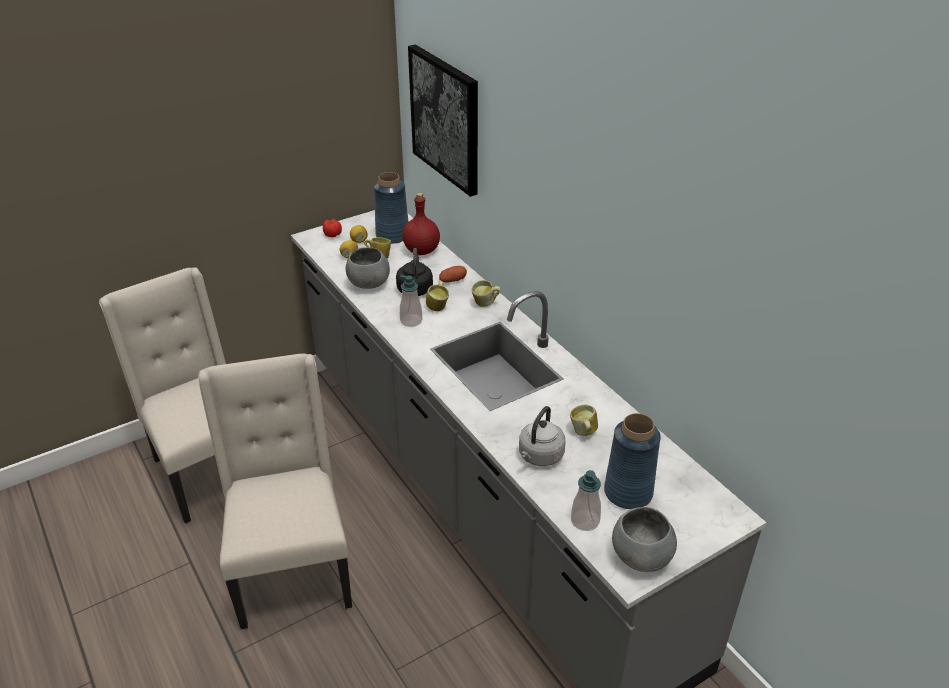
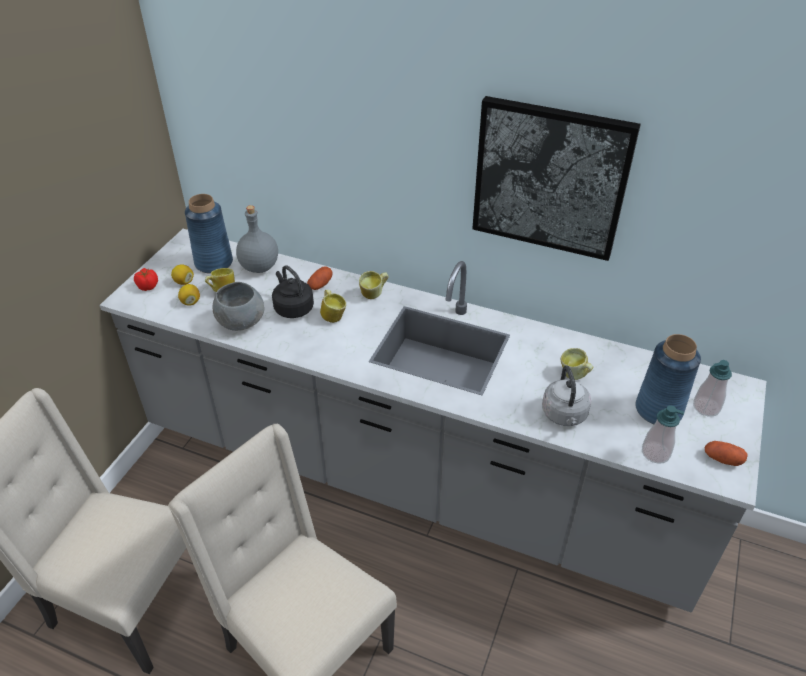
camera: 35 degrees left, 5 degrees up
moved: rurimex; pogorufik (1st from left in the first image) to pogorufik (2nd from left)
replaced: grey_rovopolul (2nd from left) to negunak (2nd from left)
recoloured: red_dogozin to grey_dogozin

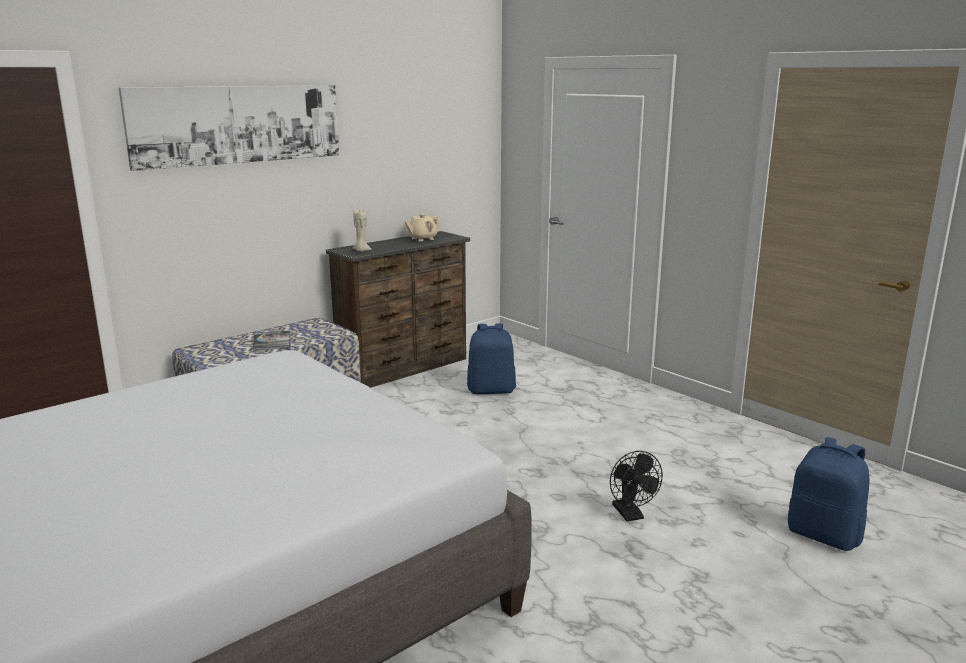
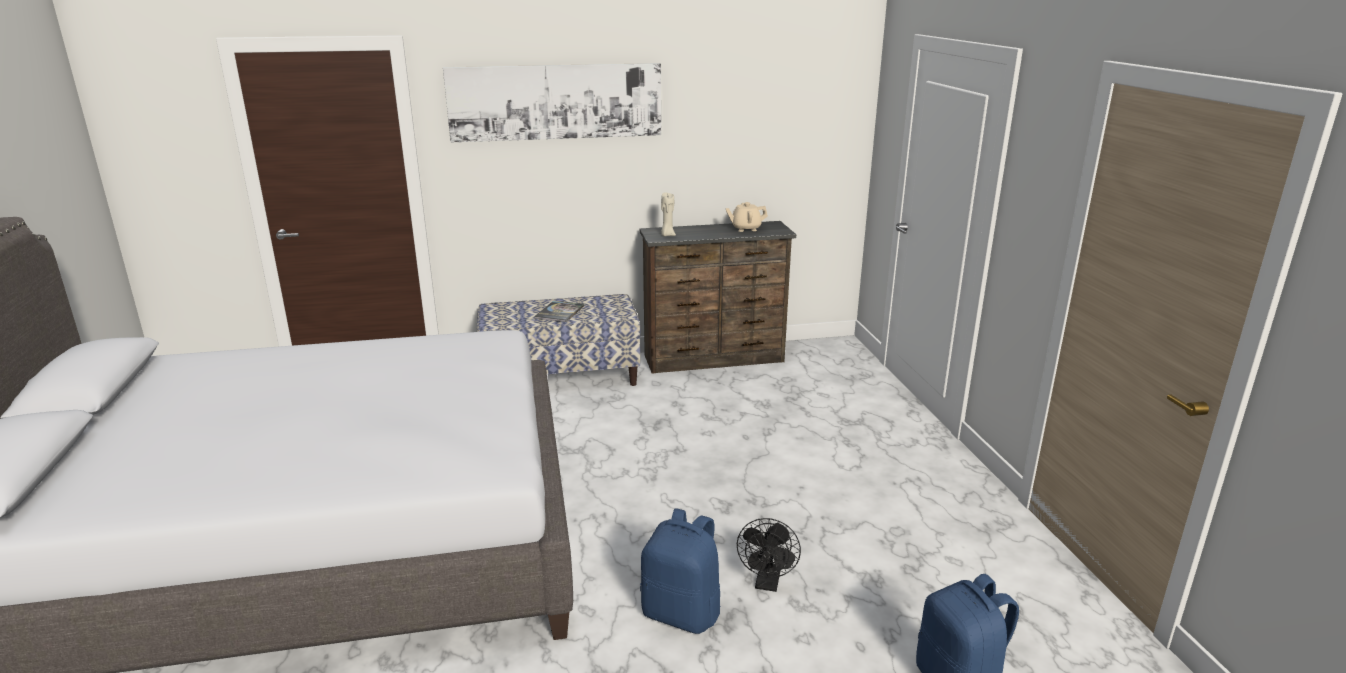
camera: 30 degrees right, 5 degrees up
moved: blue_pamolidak (1st from left)

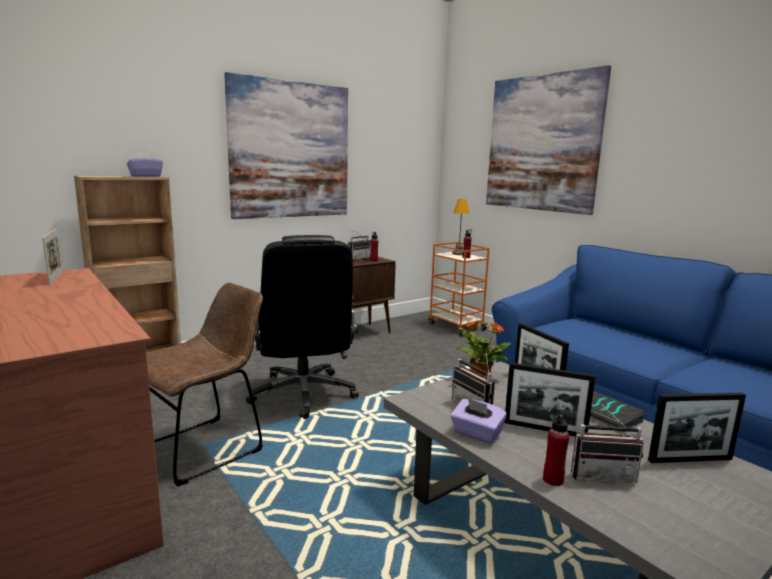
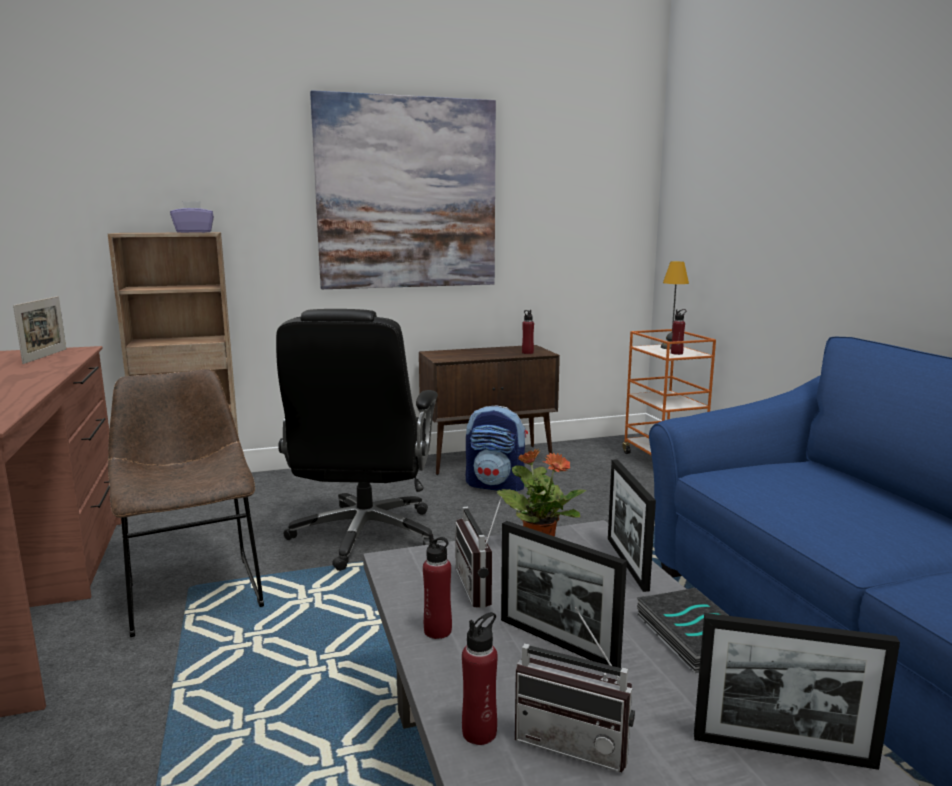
camera: 20 degrees right, 0 degrees up
removed: rurimex (2nd from left); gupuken (1st from left)
added: pamolidak
replaced: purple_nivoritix (2nd from left) to red_dogozin (1st from left)
turned: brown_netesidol 90 degrees counterclockwise

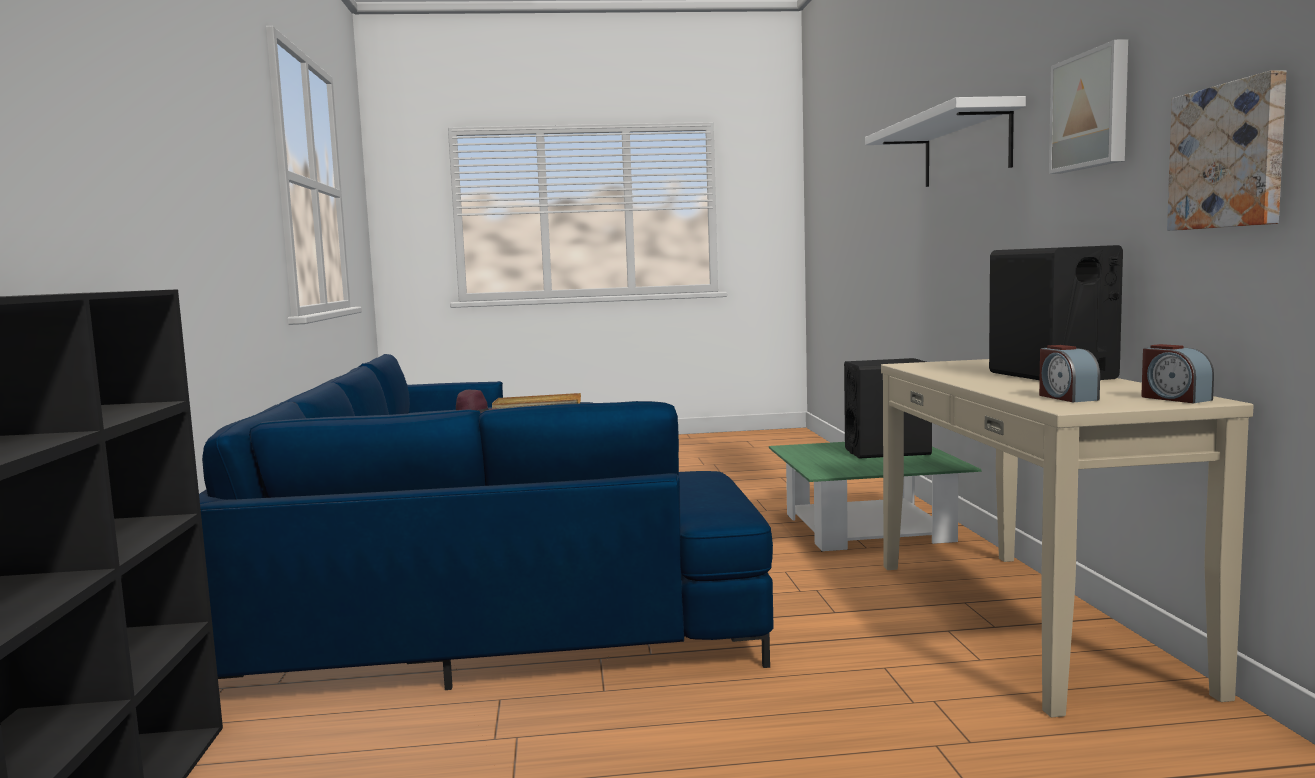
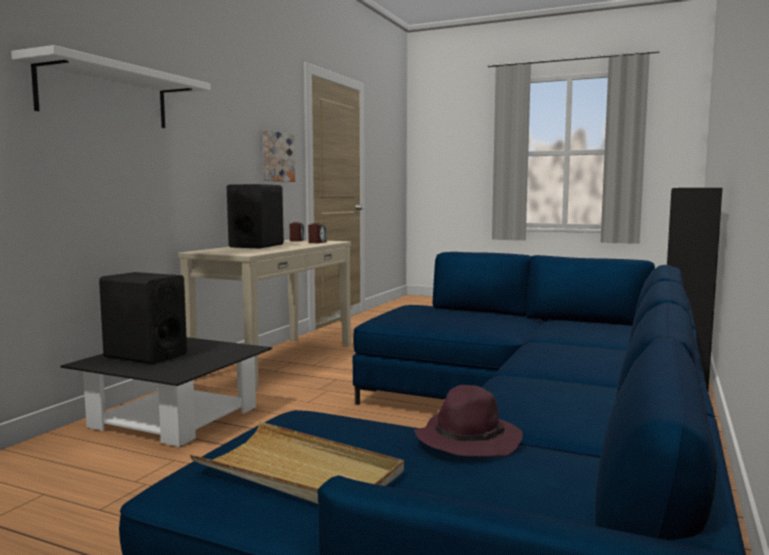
camera: 150 degrees left, 0 degrees up
removed: rurimex (1st from left)
recoloured: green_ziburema to black_ziburema

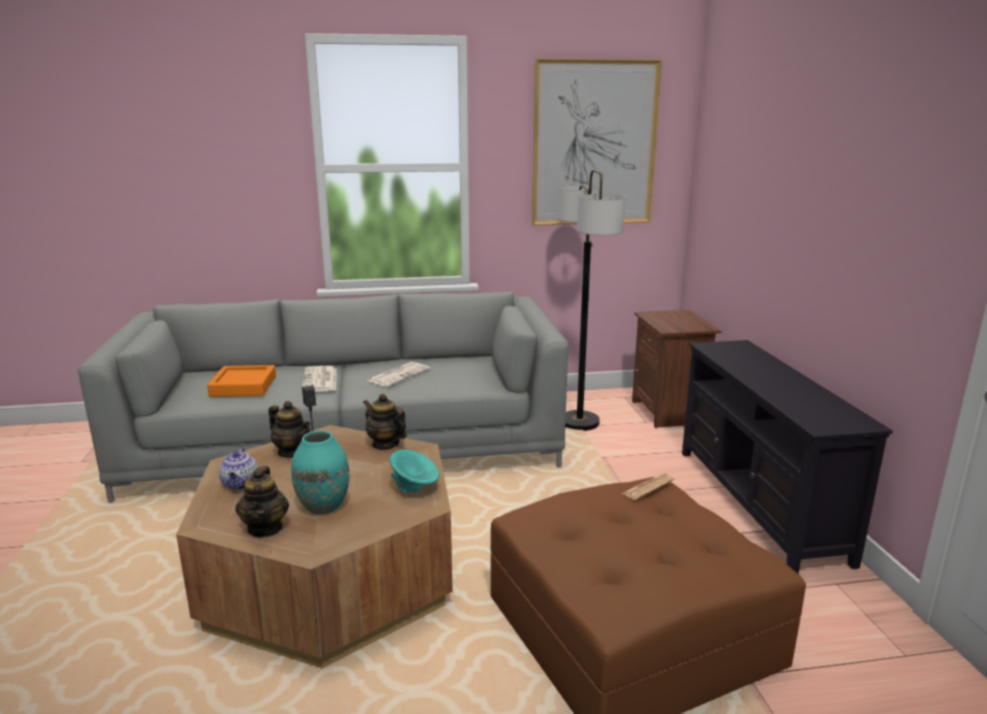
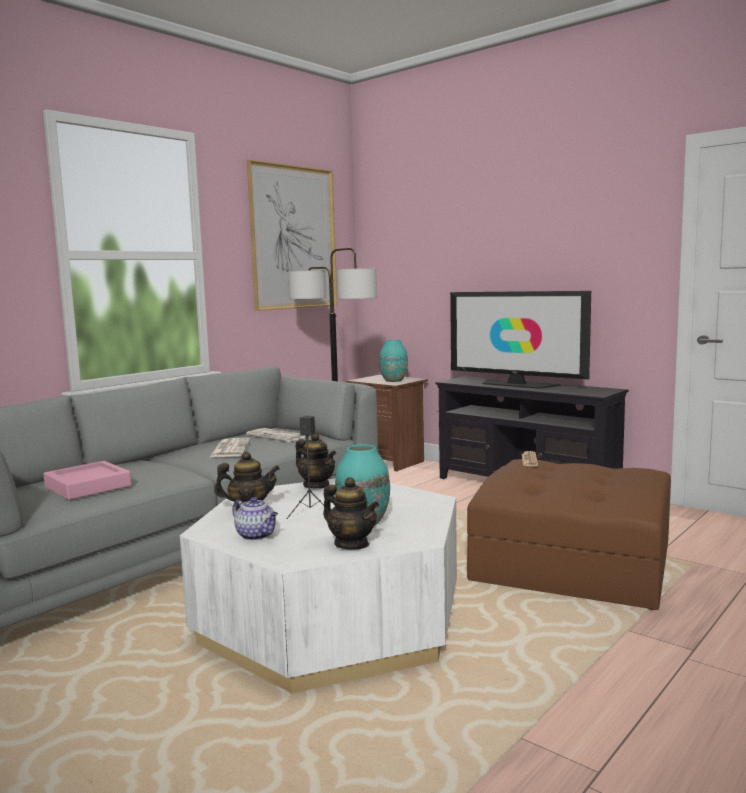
camera: 40 degrees left, 10 degrees down
removed: turquoise_rovopolul
added: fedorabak; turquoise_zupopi (2nd from left)
moved: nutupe (1st from left in the first image) to nutupe (2nd from left)
recoloured: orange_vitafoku to pink_vitafoku; brown_ziburema to white_ziburema
turned: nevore (4th from left in the first image) 135 degrees counterclockwise

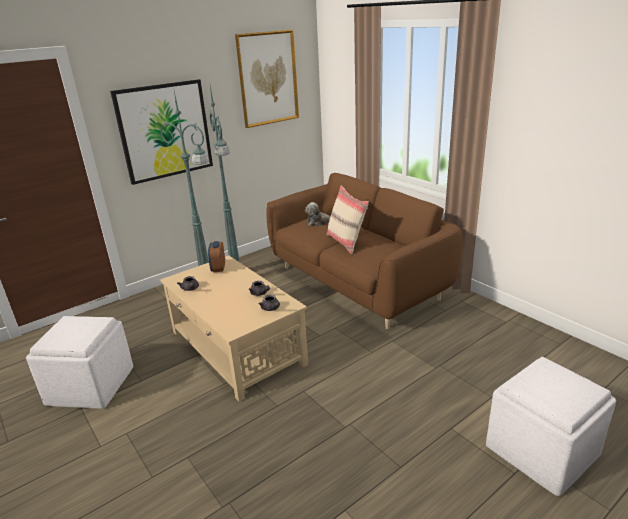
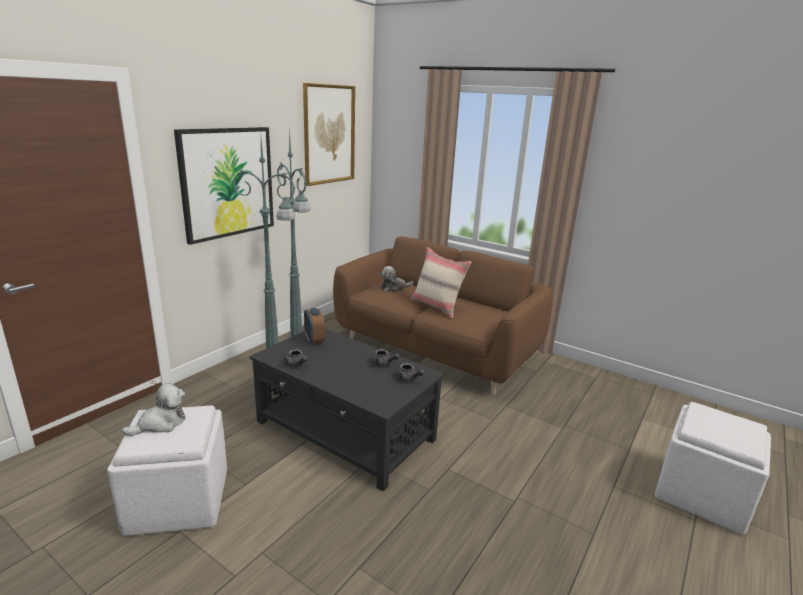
camera: 20 degrees left, 5 degrees down
added: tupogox (1st from left)
recoloured: beige_ziburema to black_ziburema

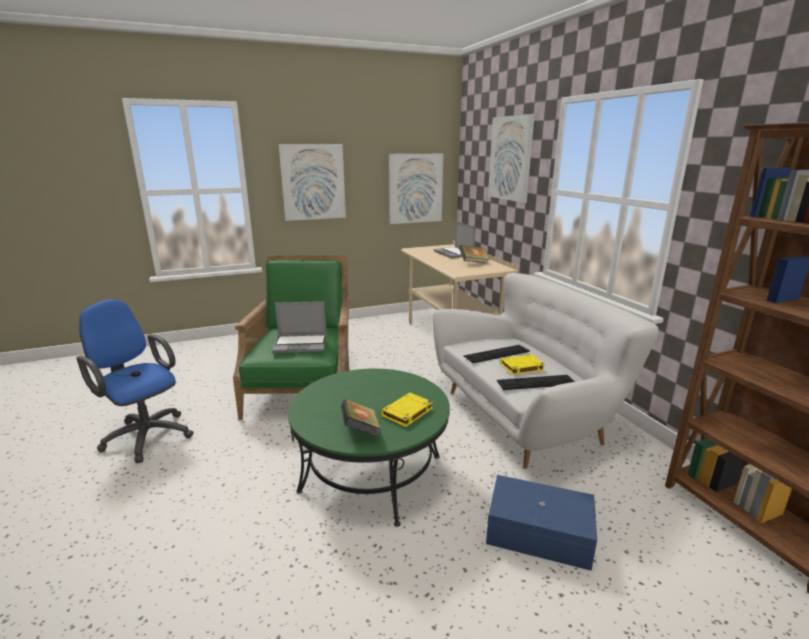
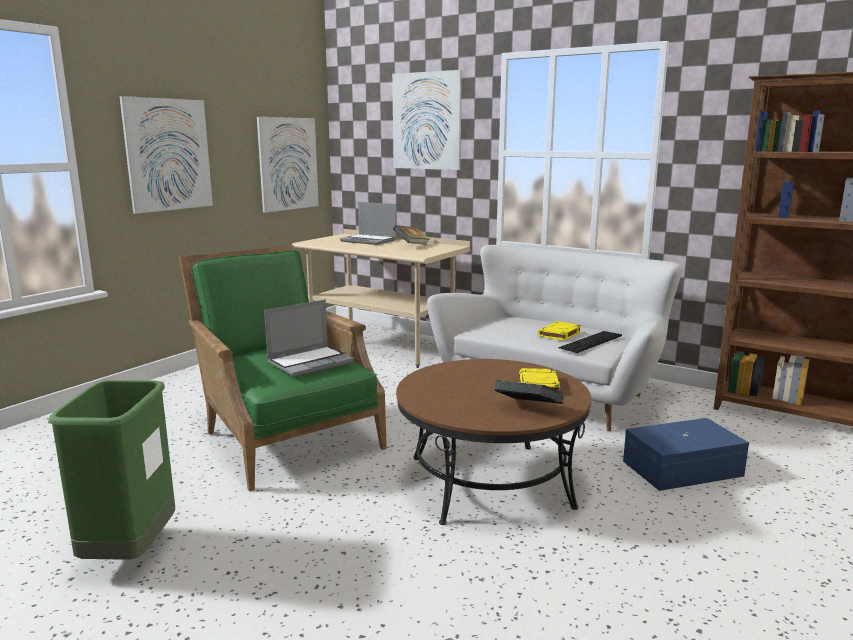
camera: 35 degrees left, 5 degrees down
removed: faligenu (1st from left)
replaced: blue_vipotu to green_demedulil
recoloured: green_ziburema to brown_ziburema

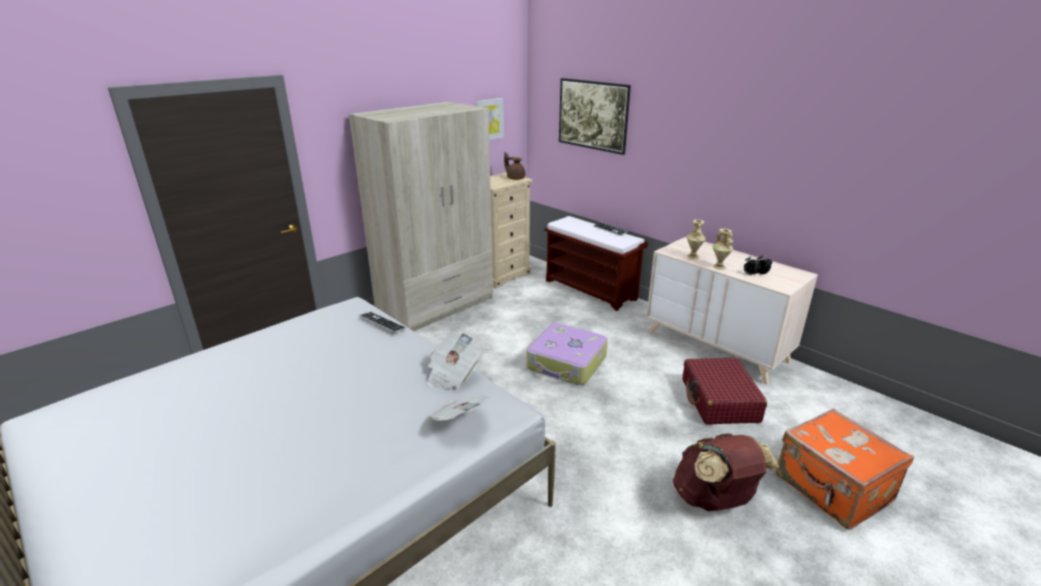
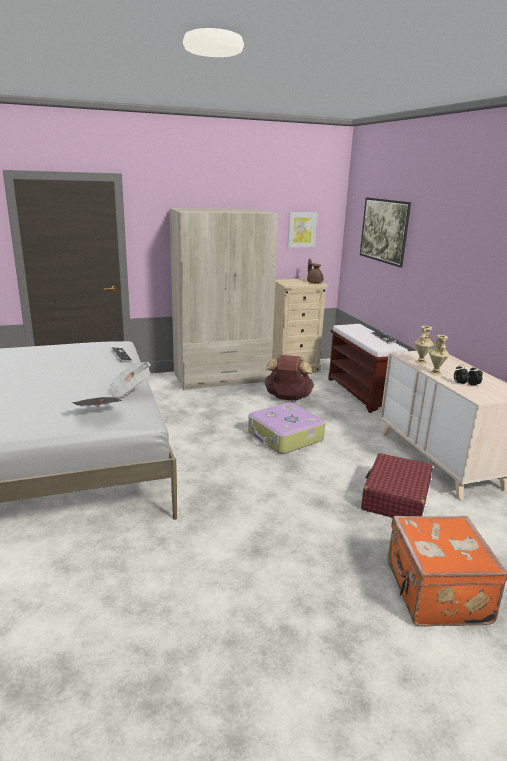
camera: 25 degrees right, 5 degrees down
moved: brown_pamolidak

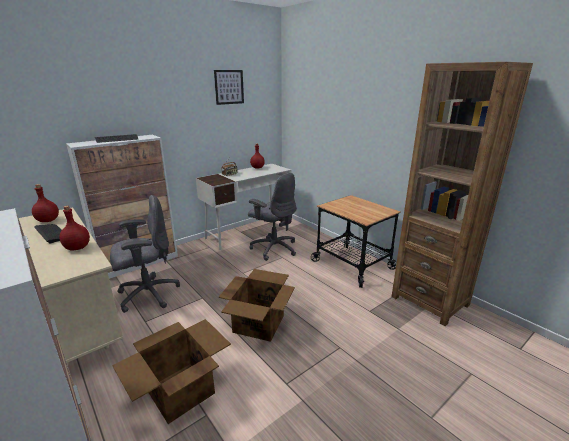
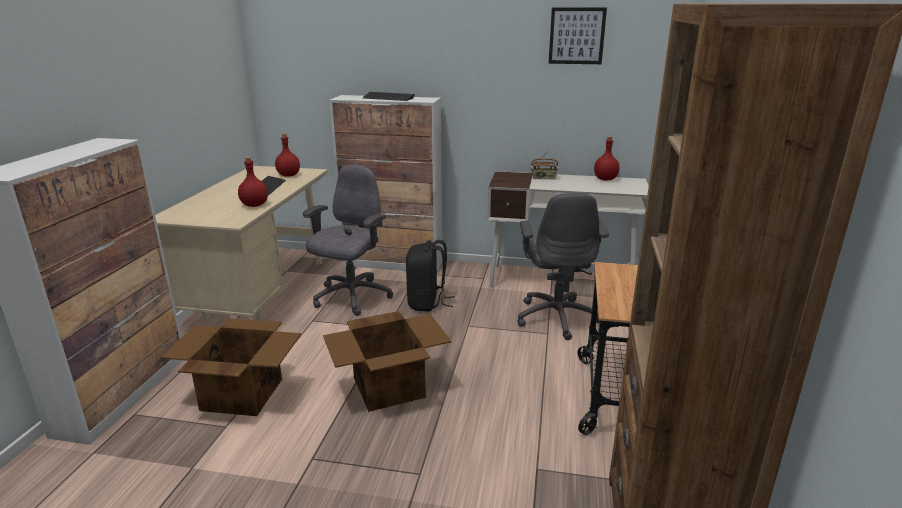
camera: 50 degrees right, 0 degrees up
added: black_pamolidak
turned: grey_vipotu (1st from left) 90 degrees counterclockwise

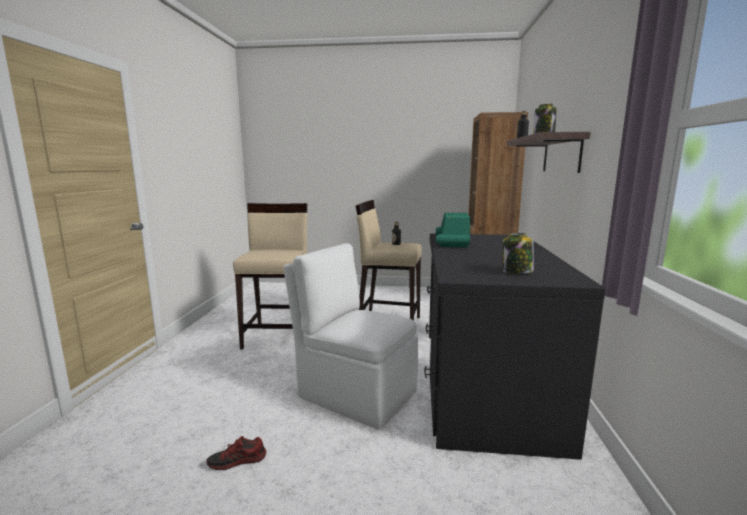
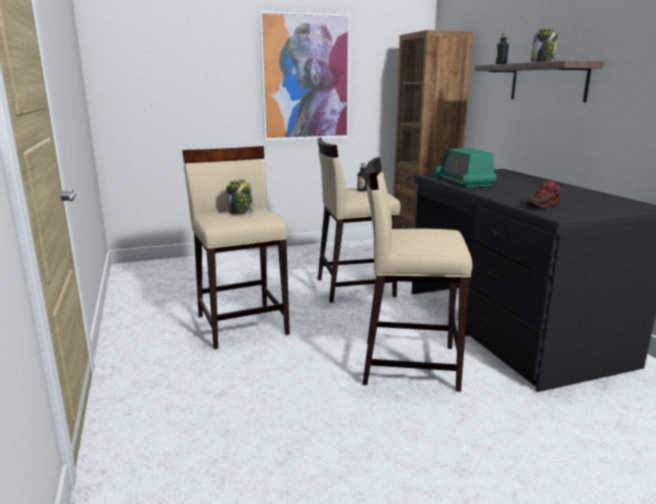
camera: 25 degrees left, 5 degrees up
added: rurimex
moved: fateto (1st from left); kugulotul
replaced: white_netesidol to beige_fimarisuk (3rd from left)

